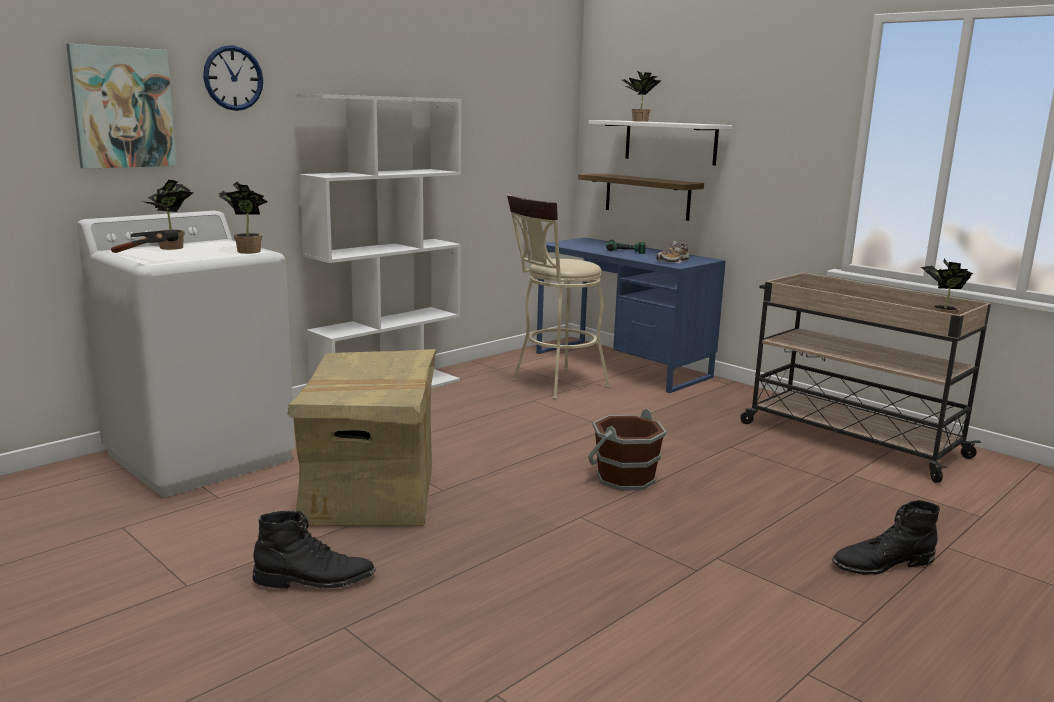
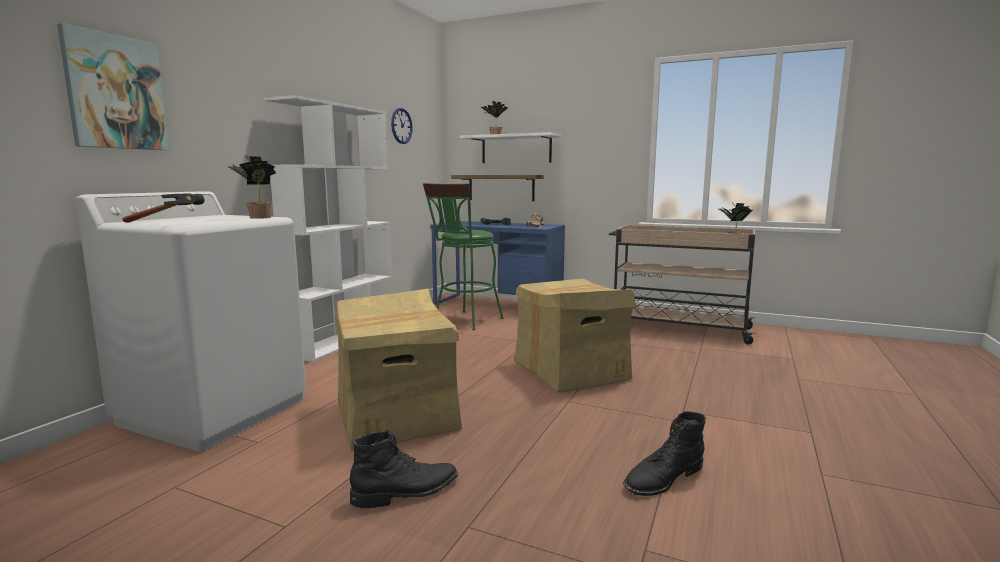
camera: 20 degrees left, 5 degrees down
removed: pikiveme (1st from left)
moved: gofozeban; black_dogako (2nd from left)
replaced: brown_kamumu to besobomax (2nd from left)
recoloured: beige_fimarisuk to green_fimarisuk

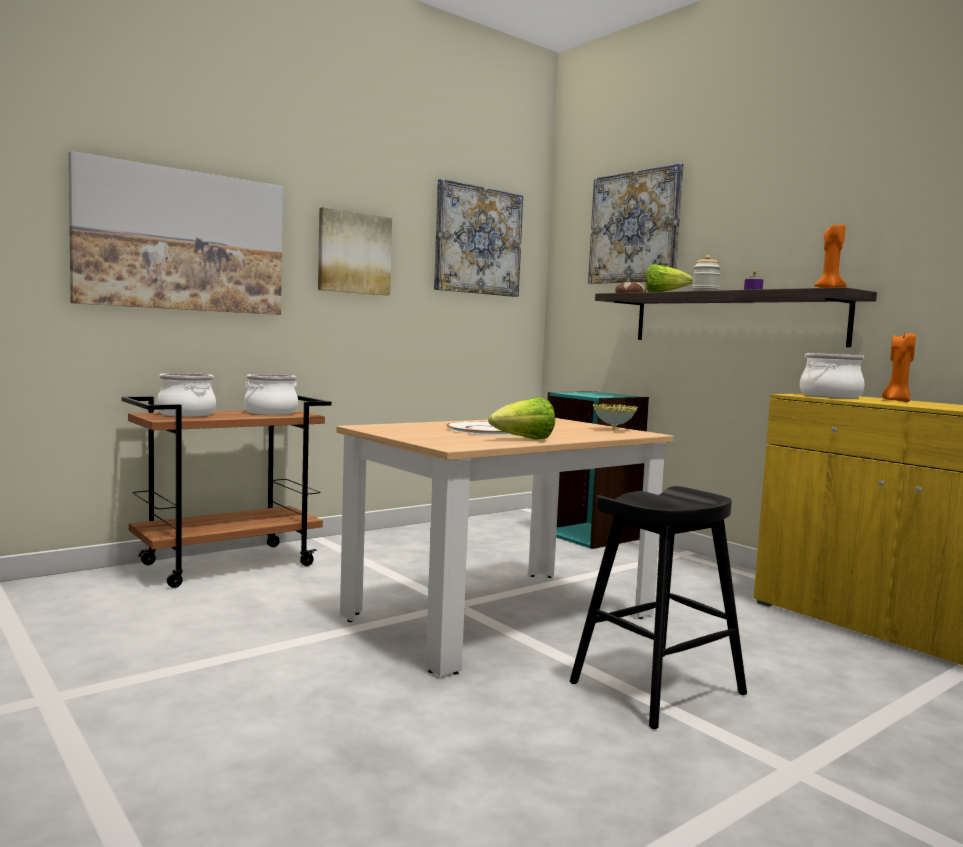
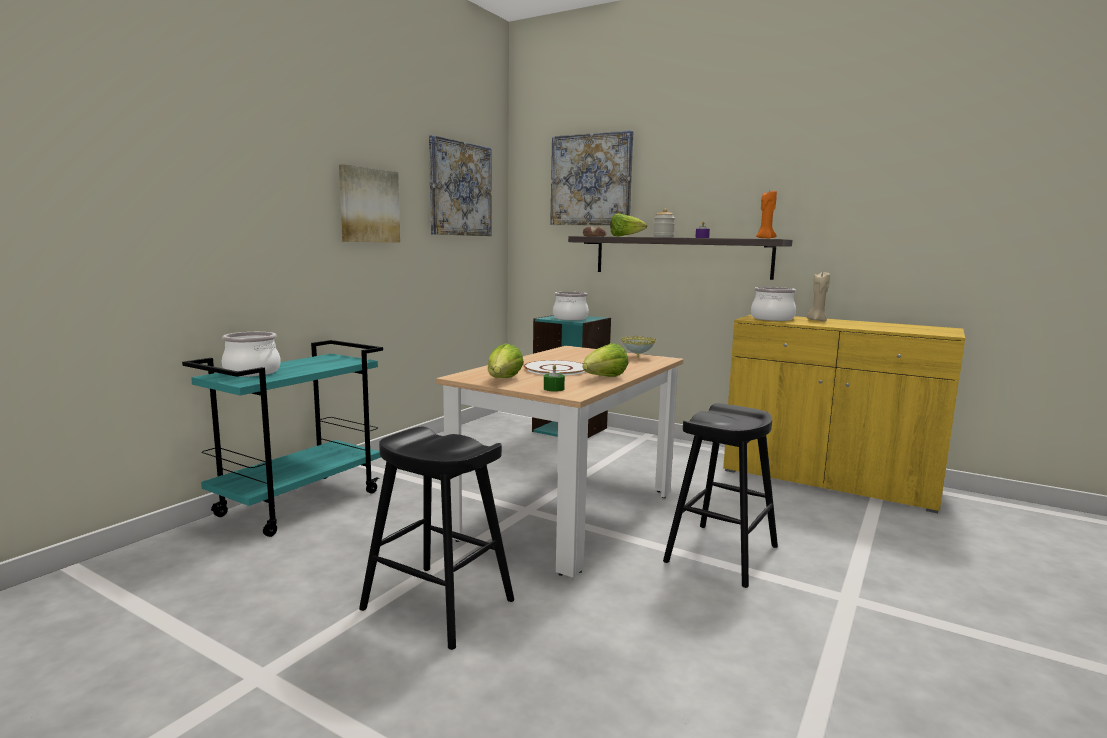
camera: 20 degrees left, 5 degrees up
removed: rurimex (1st from left)
added: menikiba (1st from left); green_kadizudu; black_fimarisuk (1st from left)
moved: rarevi (2nd from left)
recoloured: orange_kadizudu (2nd from left) to beige_kadizudu; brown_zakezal to turquoise_zakezal

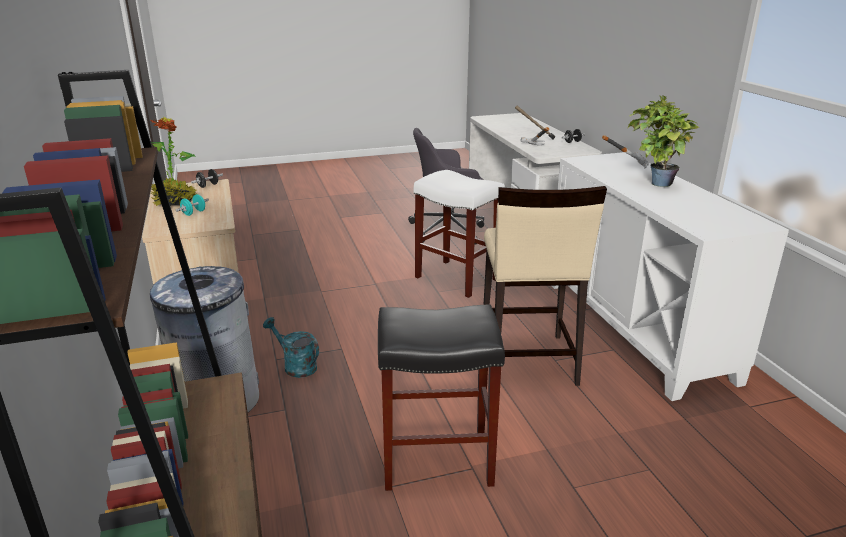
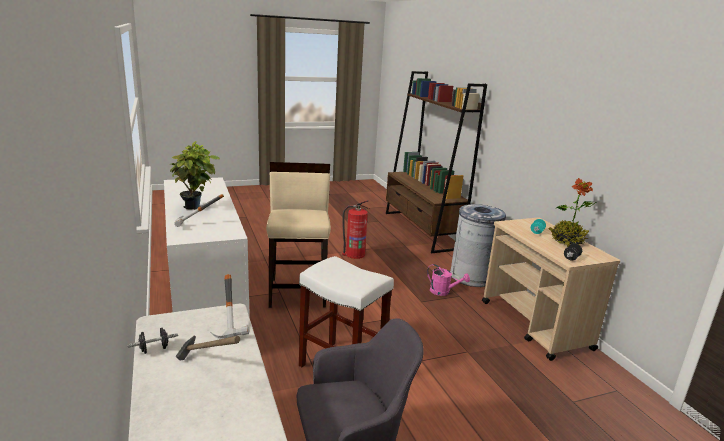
camera: 175 degrees right, 5 degrees down
replaced: black_fimarisuk to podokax
recoloured: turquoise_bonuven to pink_bonuven

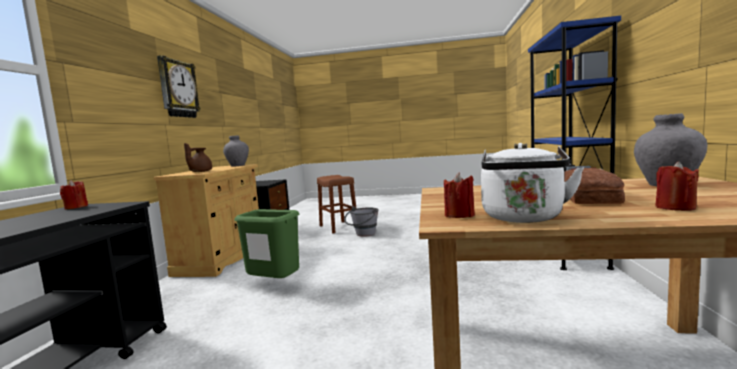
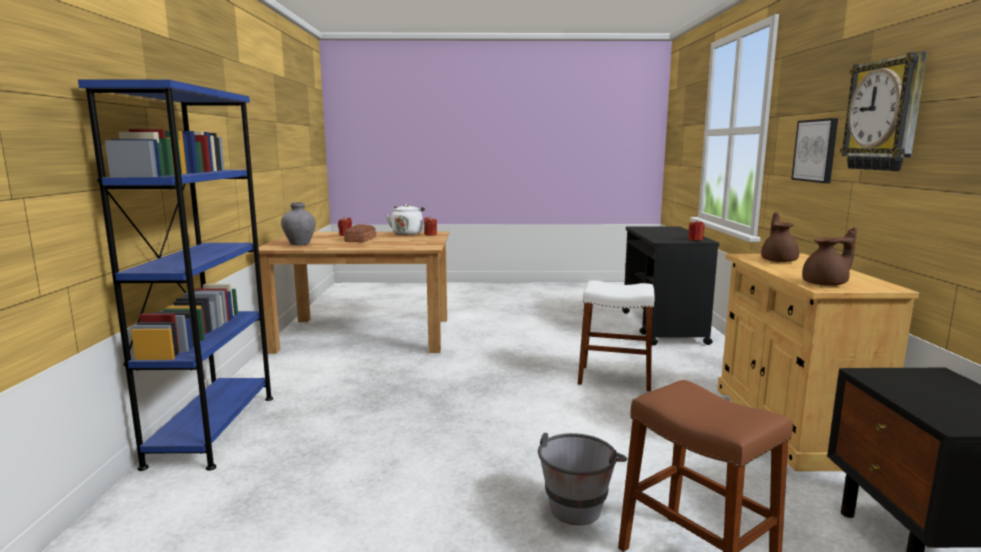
camera: 170 degrees right, 5 degrees up
added: rurimex
replaced: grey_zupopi (1st from left) to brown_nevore (2nd from left); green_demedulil to white_fimarisuk

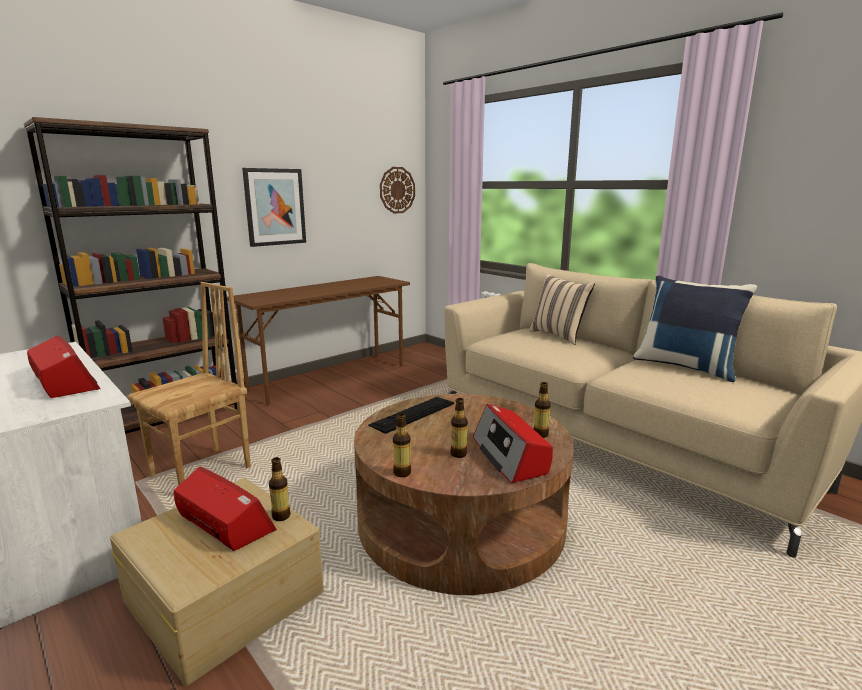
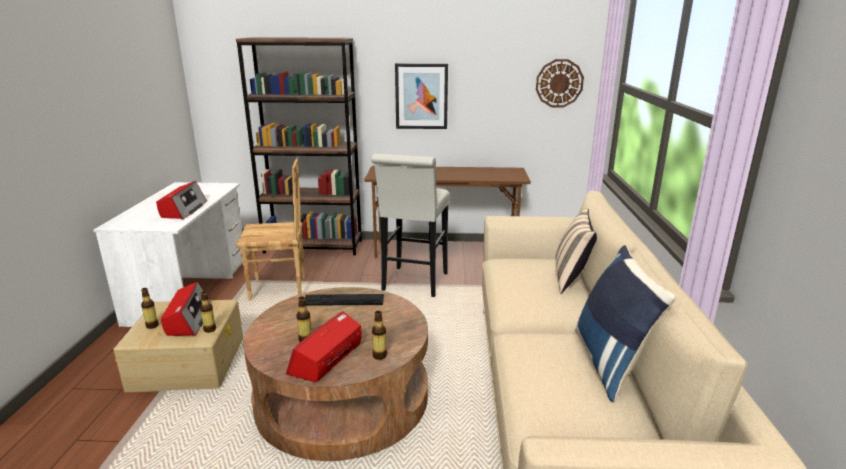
camera: 45 degrees right, 5 degrees up
added: white_fimarisuk
moved: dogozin (2nd from left in the first image) to dogozin (1st from left)

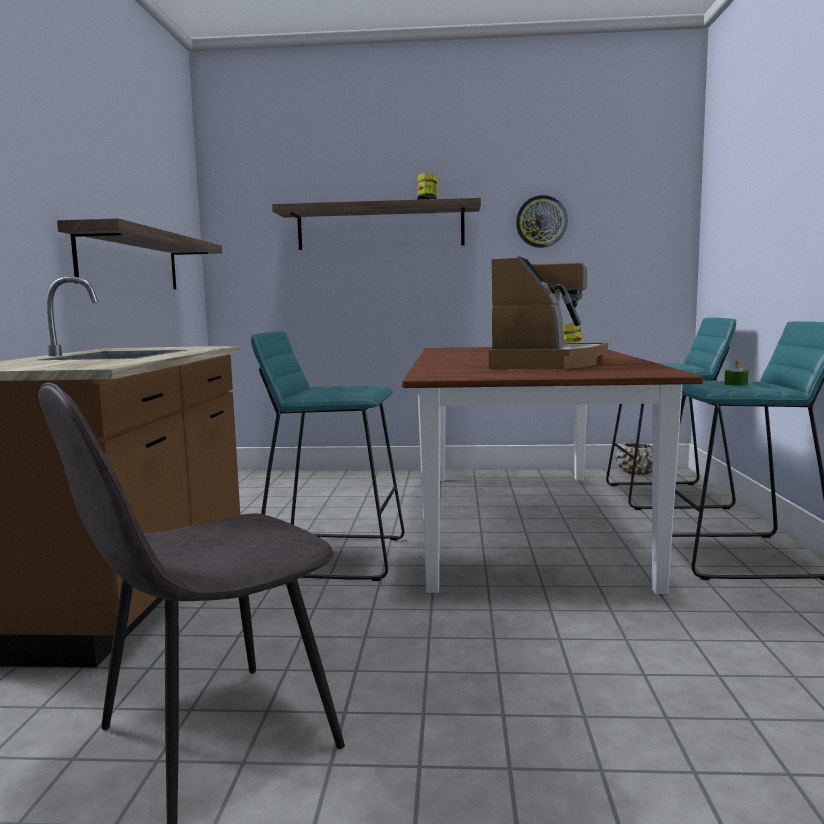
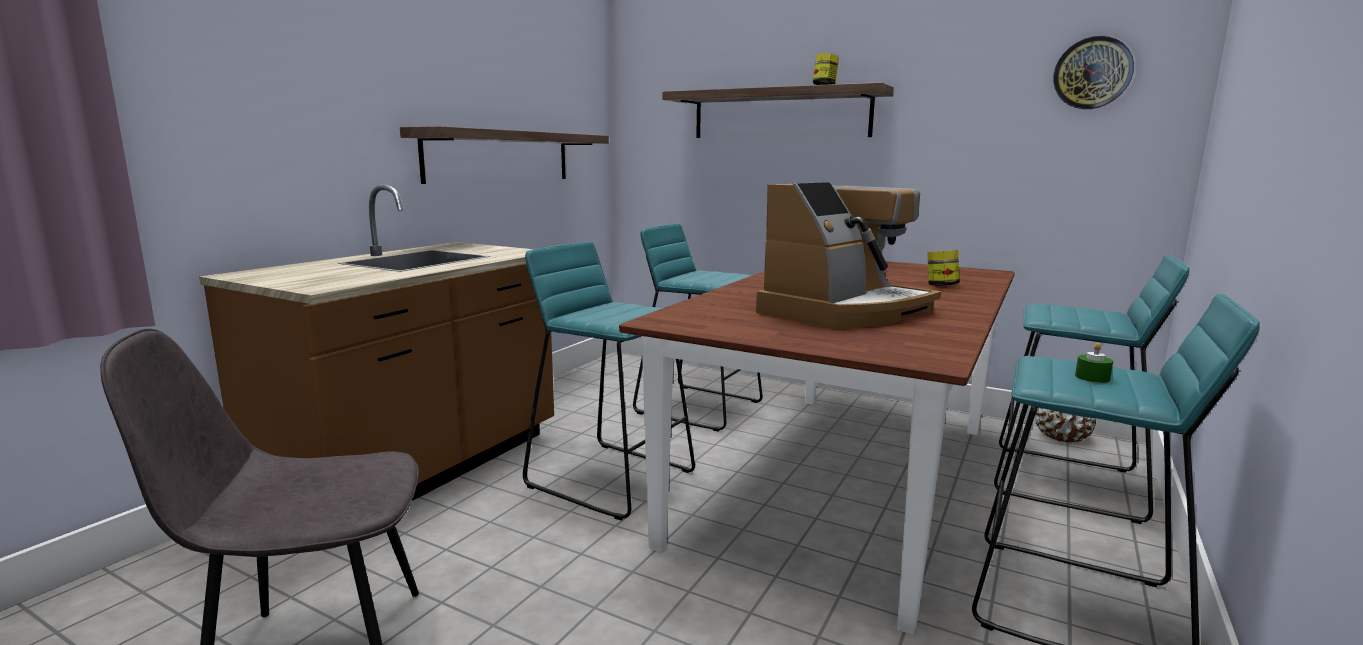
camera: 25 degrees right, 5 degrees up
added: turquoise_fimarisuk (2nd from left)
moved: gofozeban

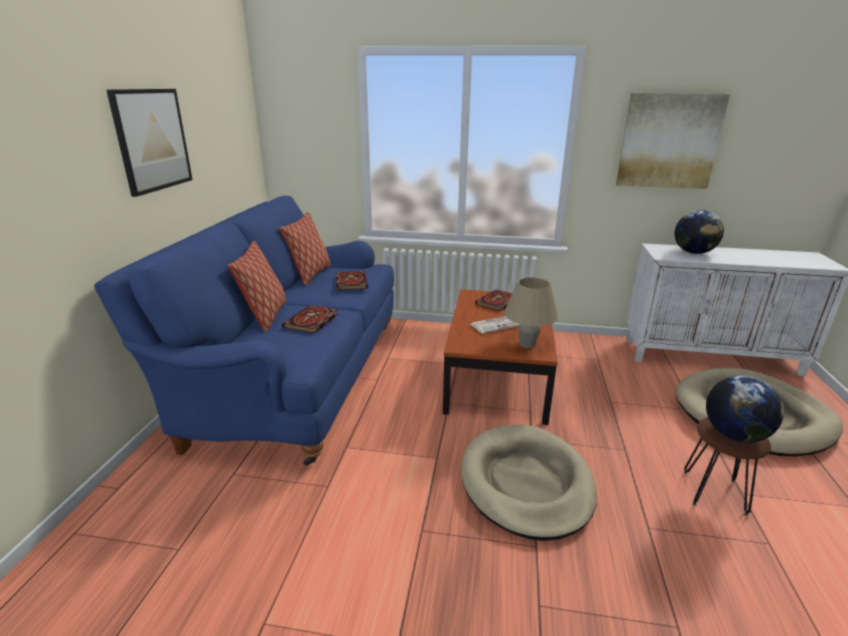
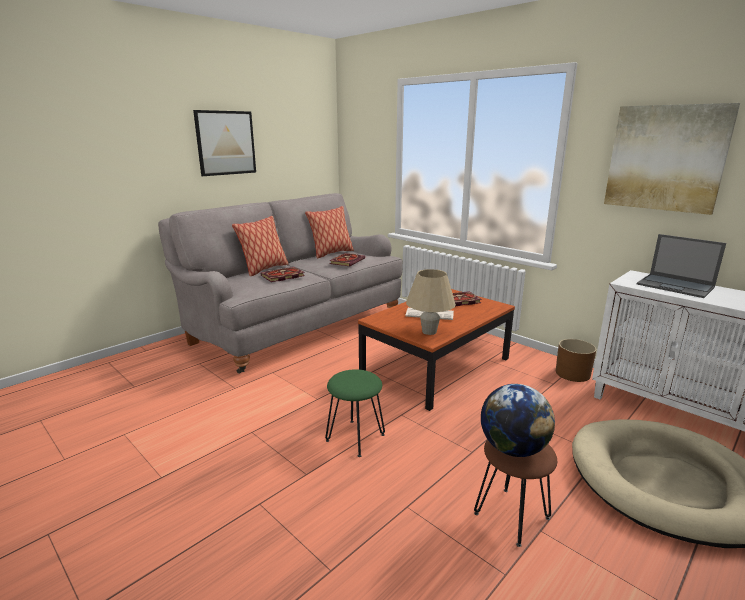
camera: 35 degrees right, 5 degrees down
added: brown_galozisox
replaced: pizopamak (1st from left) to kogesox; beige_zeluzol (1st from left) to green_fimarisuk
recoloured: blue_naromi to grey_naromi

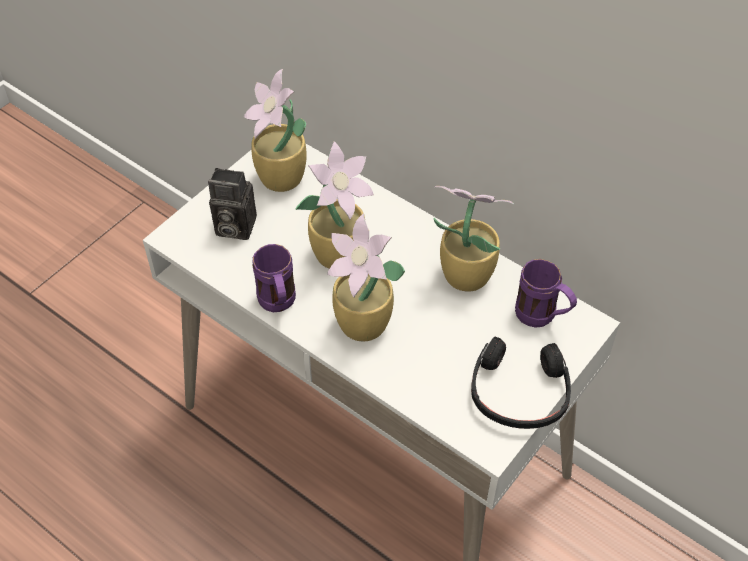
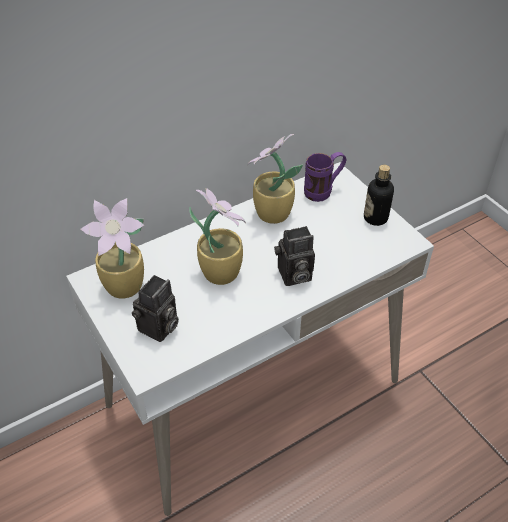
camera: 70 degrees left, 5 degrees down
removed: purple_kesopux (1st from left)
replaced: pikiveme (3rd from left) to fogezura (2nd from left); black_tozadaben to dogozin

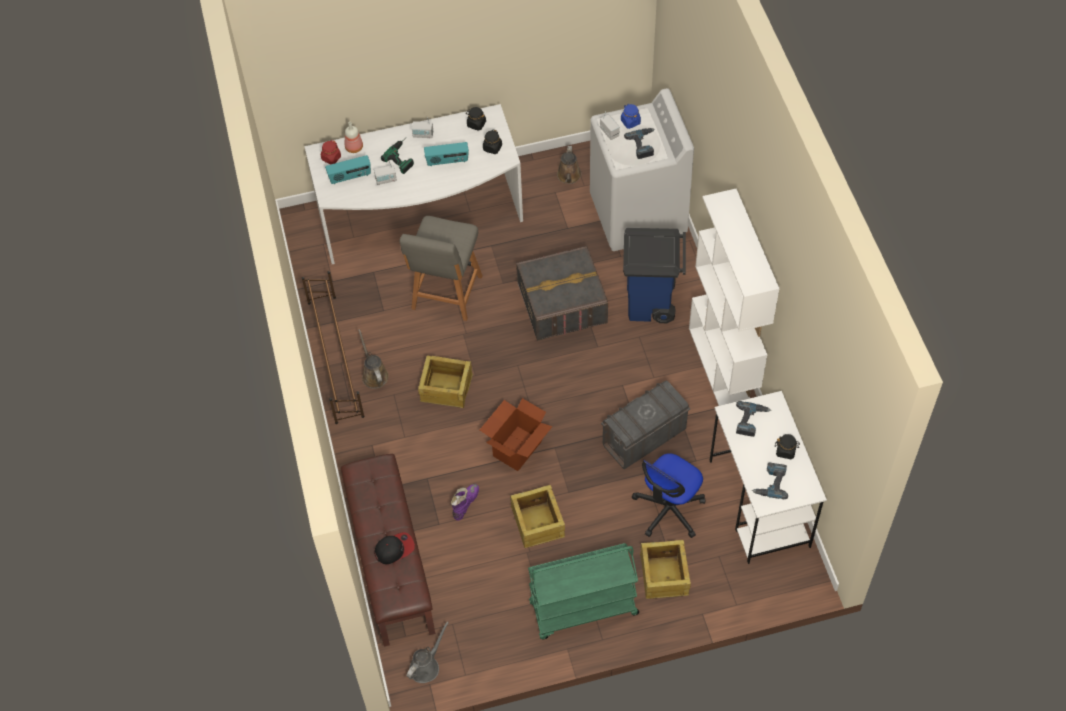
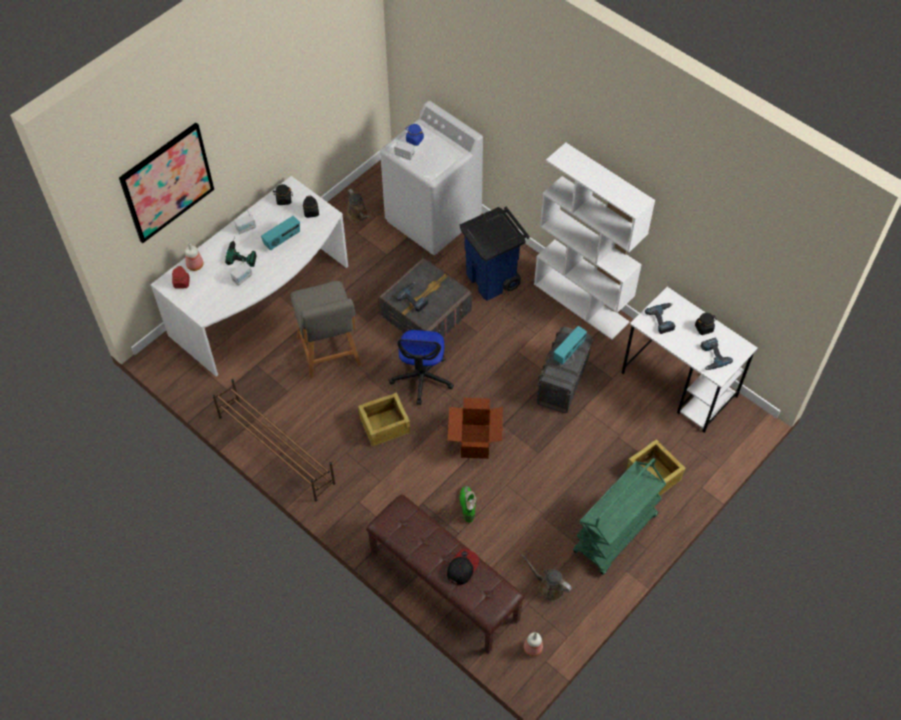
camera: 35 degrees left, 0 degrees up
removed: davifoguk (2nd from left)
added: rurimex
moved: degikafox (2nd from left); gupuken (1st from left in the first image) to gupuken (5th from left); brown_bonuven (1st from left in the first image) to brown_bonuven (2nd from left); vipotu
replaced: grey_bonuven to dogozin (2nd from left)
recoloured: purple_dogako to green_dogako

